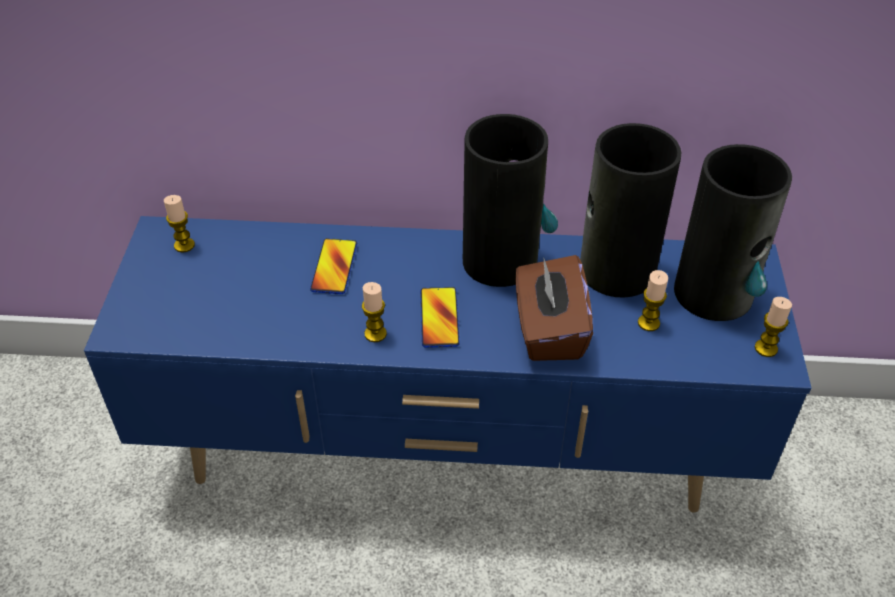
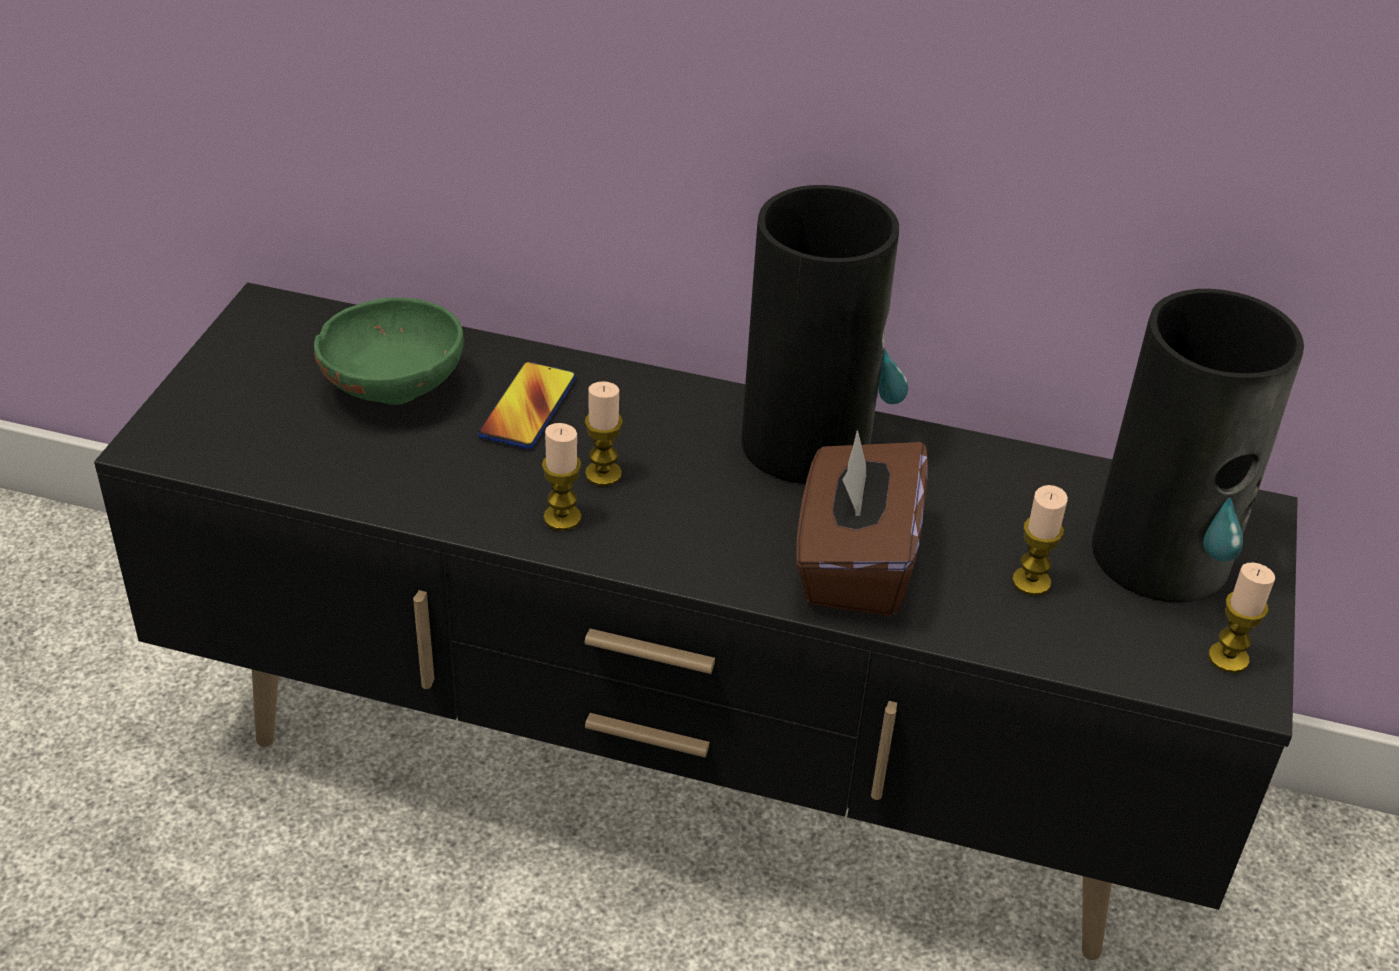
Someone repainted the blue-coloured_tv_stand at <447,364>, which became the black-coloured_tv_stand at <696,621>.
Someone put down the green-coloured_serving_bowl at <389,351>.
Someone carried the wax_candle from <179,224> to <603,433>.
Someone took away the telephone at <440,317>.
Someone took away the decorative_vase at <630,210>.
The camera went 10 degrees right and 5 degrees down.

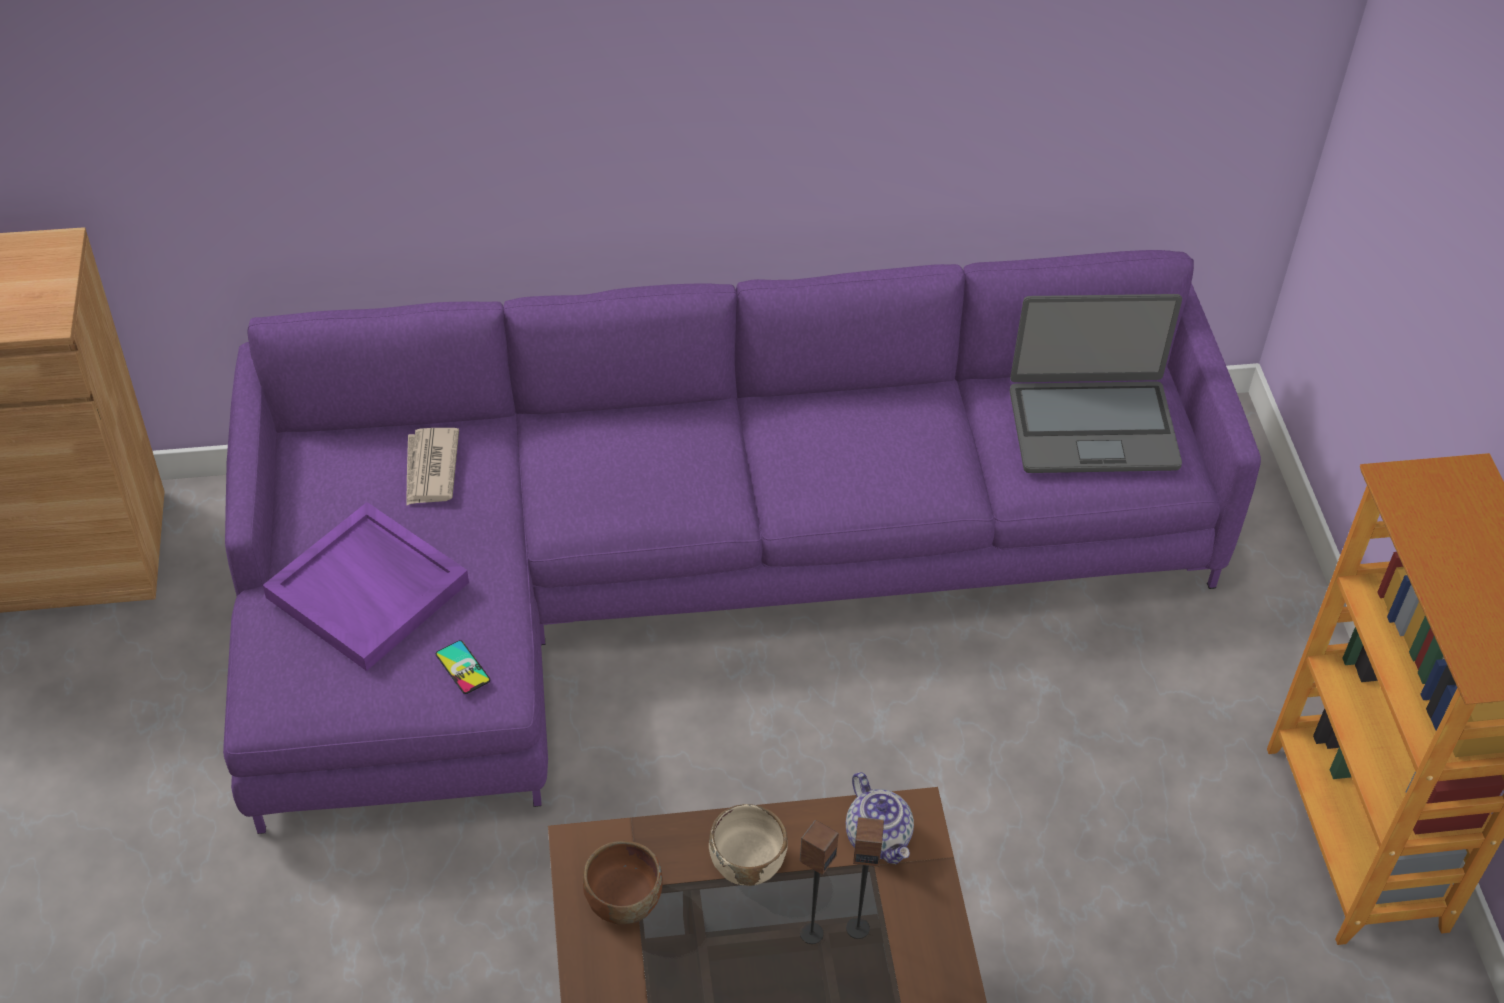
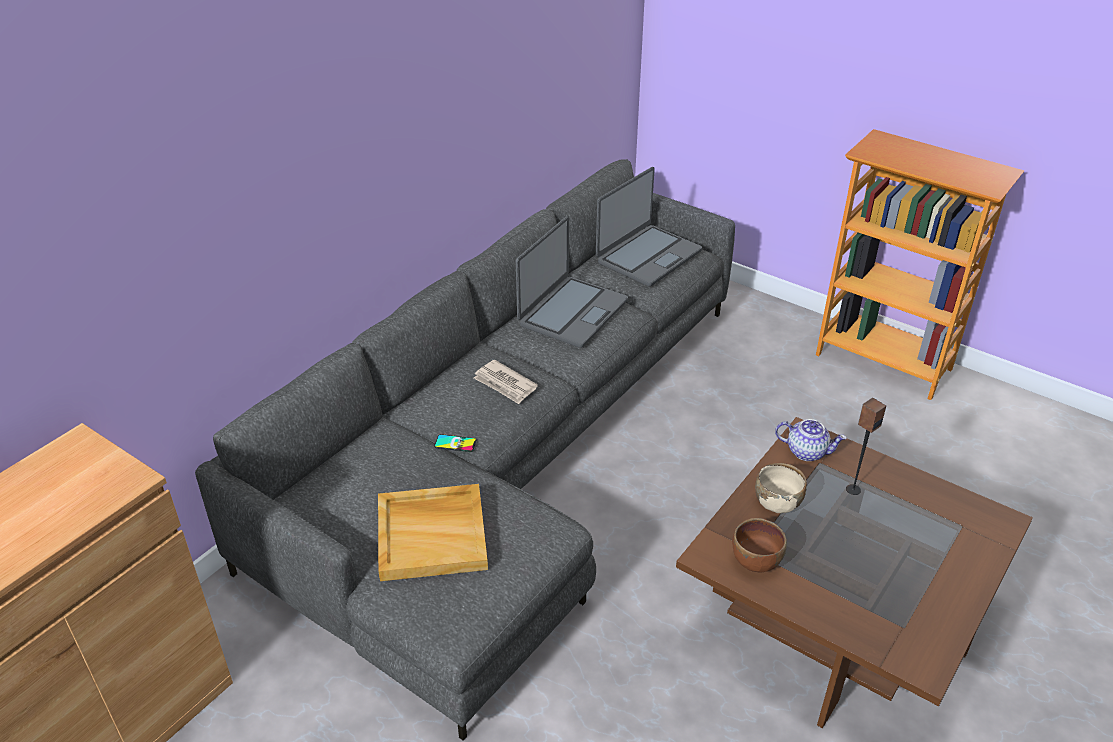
Someone repainted the purple_sofa at <742,542>, which became the grey_sofa at <465,450>.
Someone repainted the purple_serving_tray at <366,586>, which became the beige_serving_tray at <433,532>.
Someone carried the telephone from <463,667> to <455,443>.
Someone carried the newspaper from <432,467> to <506,382>.
Someone put down the laptop at <572,282>.
Someone took away the speaker at <819,882>.
The camera went 45 degrees left and 10 degrees down.

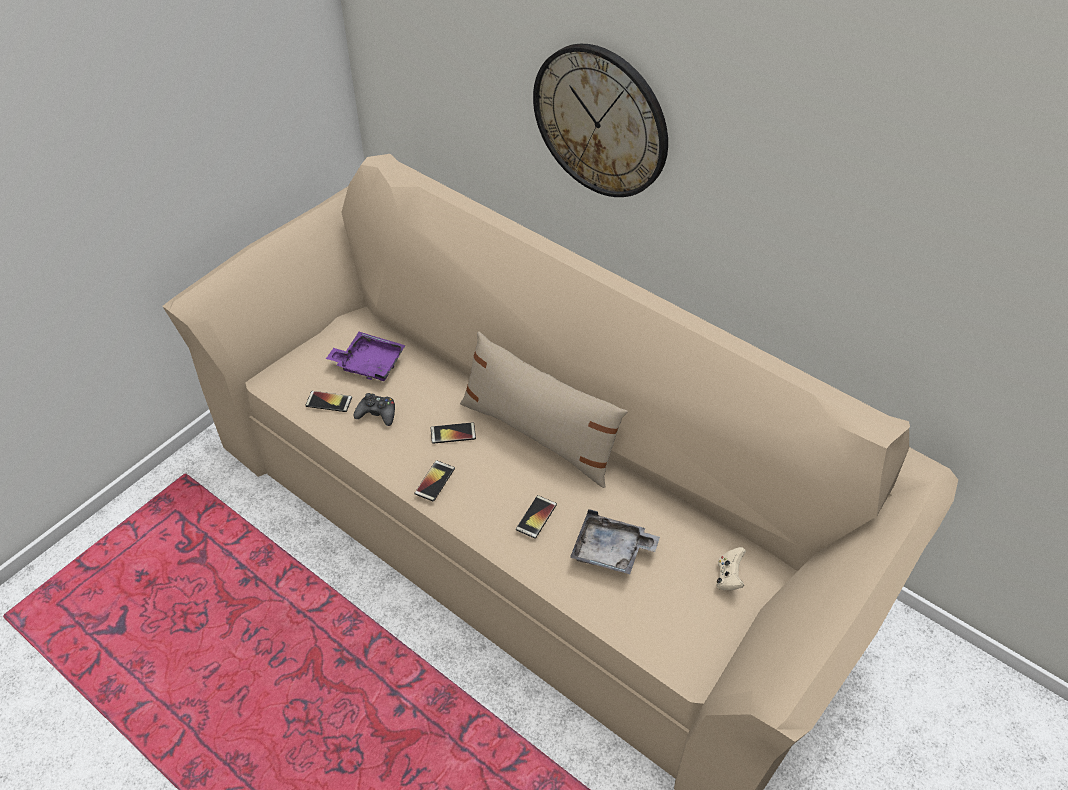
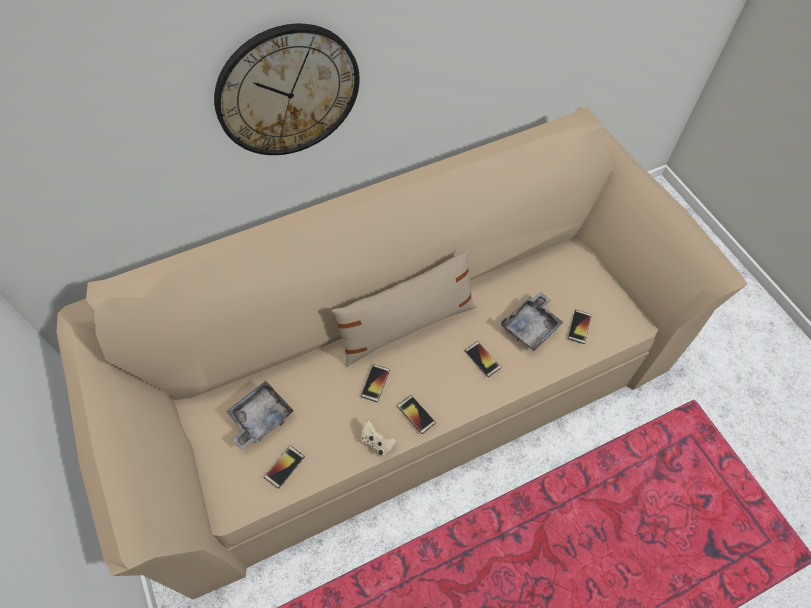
Someone repainted the purple_serving_tray at <366,356>, which became the grey_serving_tray at <260,415>.
Someone carried the beige_gamepad from <731,568> to <379,438>.
Someone put down the telephone at <580,327>.
Someone took away the black-coloured_gamepad at <374,409>.
The camera went 65 degrees left and 10 degrees up.

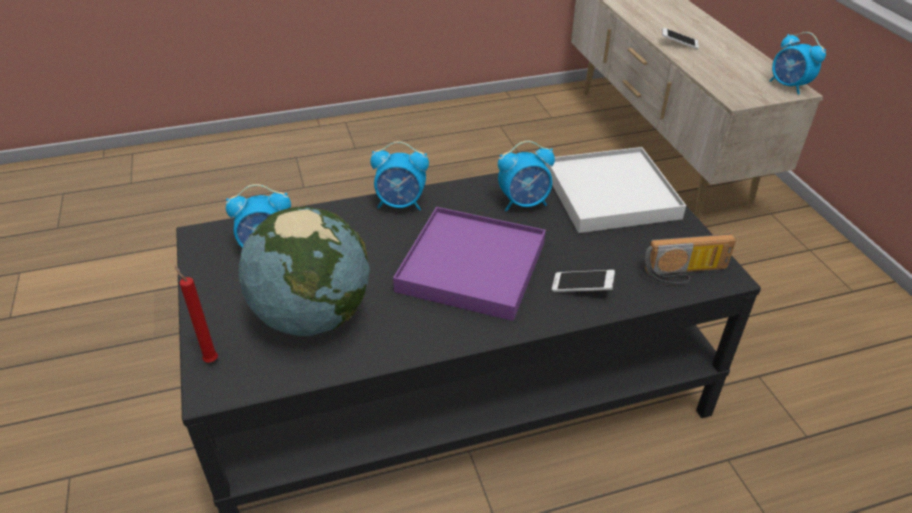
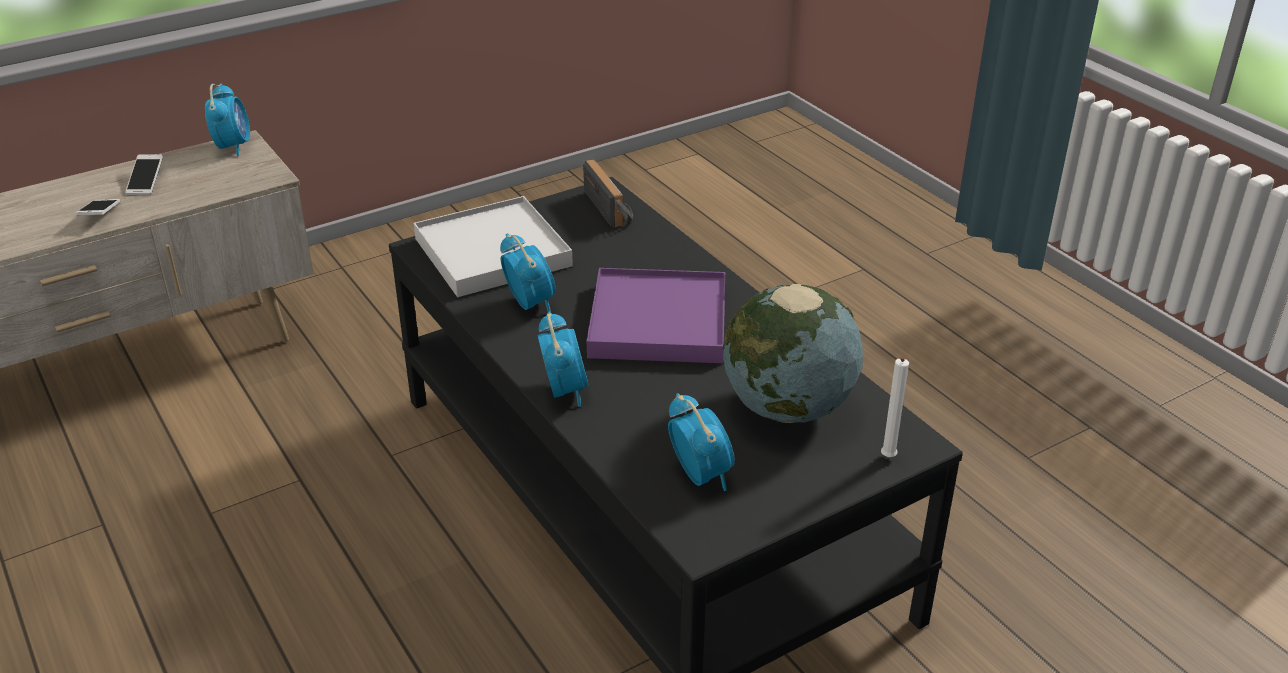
Someone carried the telephone from <583,281> to <144,174>.
Someone rotated the alarm_clock at <797,63> by 45 degrees counterclockwise.
Someone repainted the red_wax_candle at <196,314>, which became the white_wax_candle at <895,407>.
The camera went 105 degrees left and 5 degrees down.

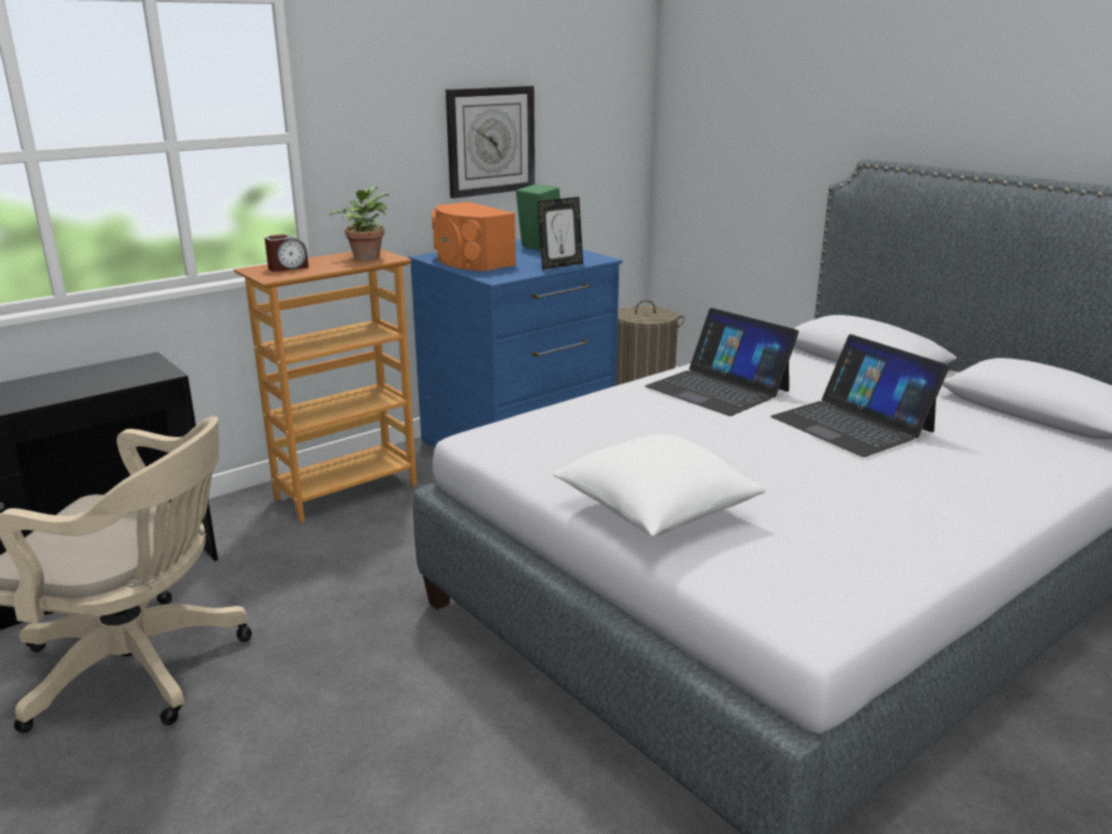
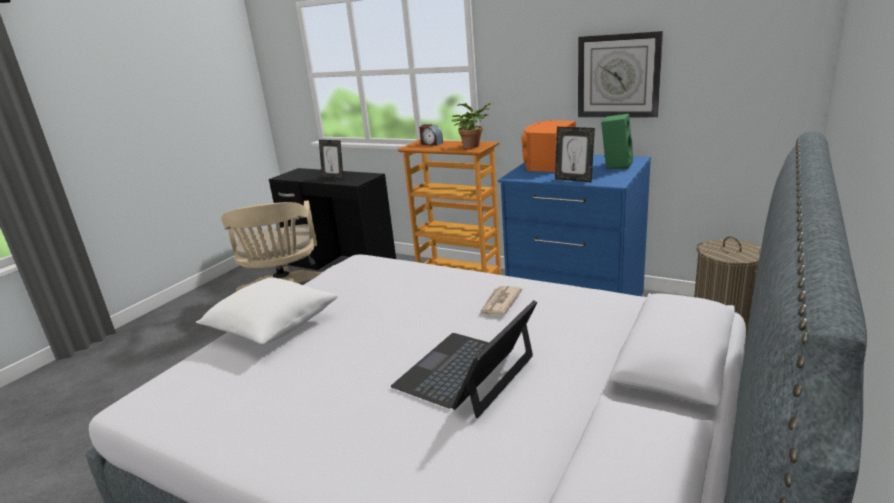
Someone put down the picture_frame at <331,159>.
Someone swapped the laptop at <722,362> for the newspaper at <500,300>.
The camera went 70 degrees right and 0 degrees up.

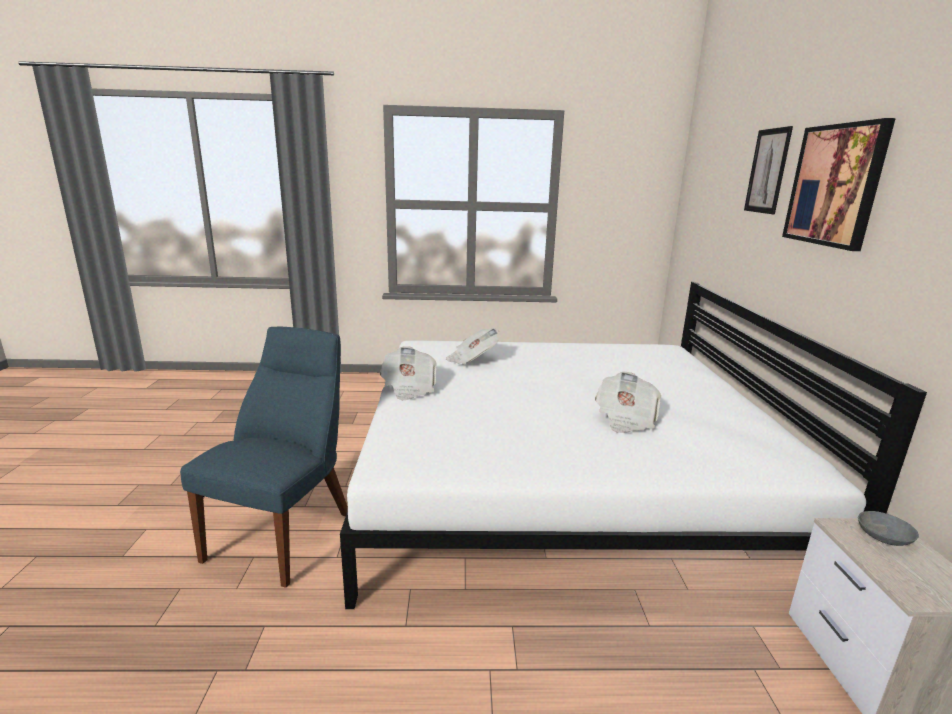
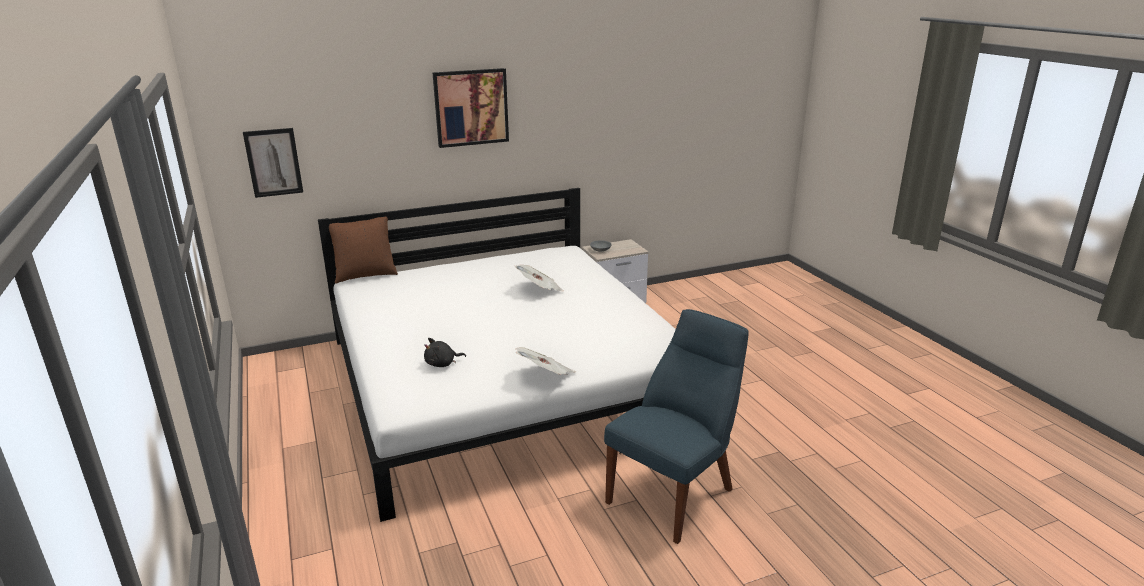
Someone carried the wall_art from <768,170> to <273,163>.
Someone put down the brown-coloured_pillow at <363,250>.
Someone swapped the newspaper at <472,346> for the black-coloured_soft_toy at <445,352>.
Someone rotated the blue-coloured_plain_chair at <264,457> by 135 degrees clockwise.
The camera went 110 degrees left and 5 degrees up.

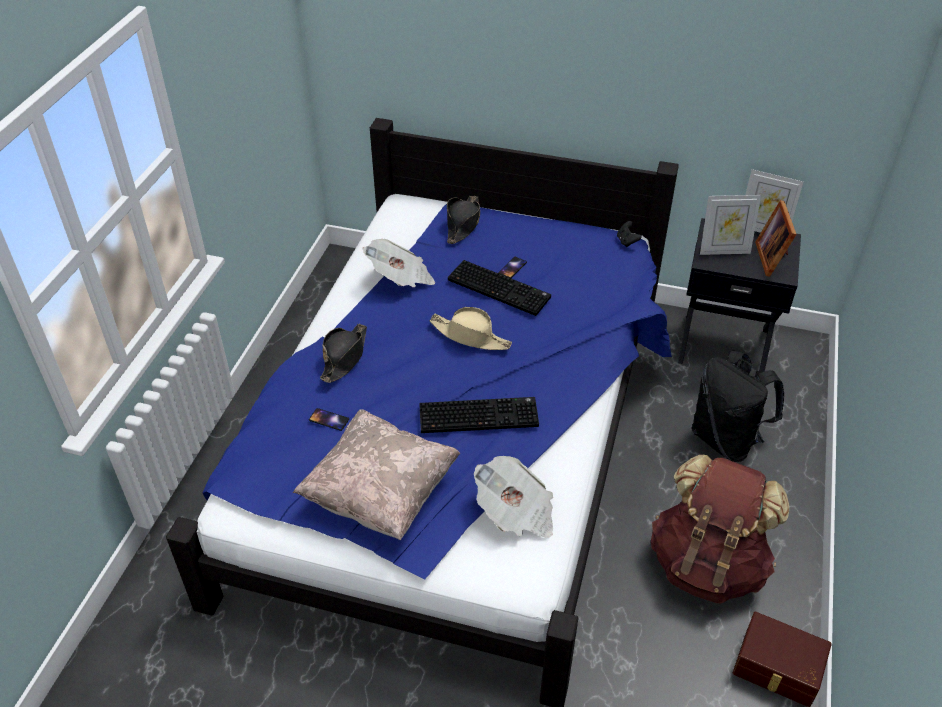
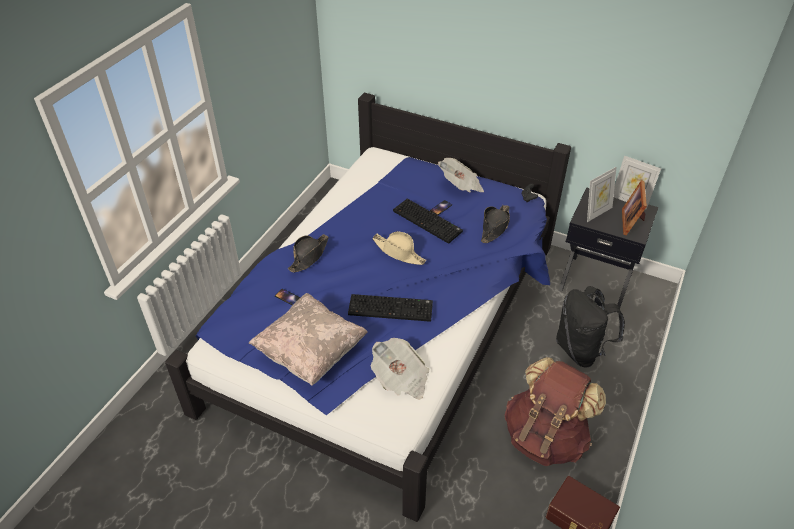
Someone carried the newspaper from <399,263> to <461,175>.
Someone carried the black-coloured_wearable_hat from <463,220> to <495,224>.
Someone rotated the picture_frame at <730,225> by 45 degrees counterclockwise.
The camera went 10 degrees right and 0 degrees up.

